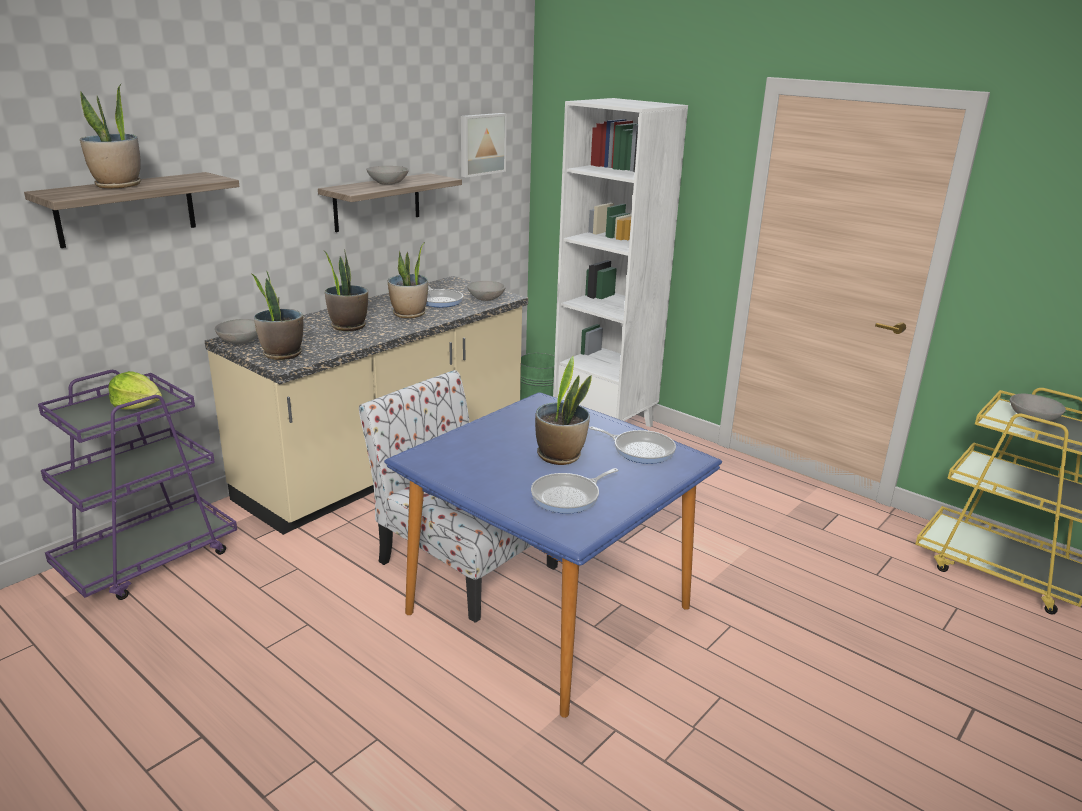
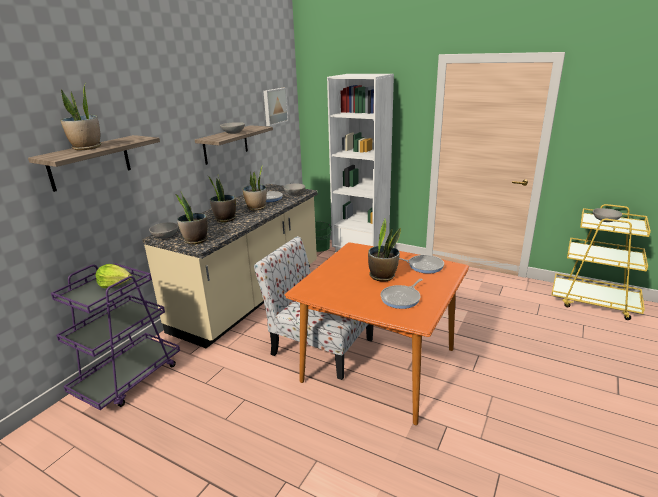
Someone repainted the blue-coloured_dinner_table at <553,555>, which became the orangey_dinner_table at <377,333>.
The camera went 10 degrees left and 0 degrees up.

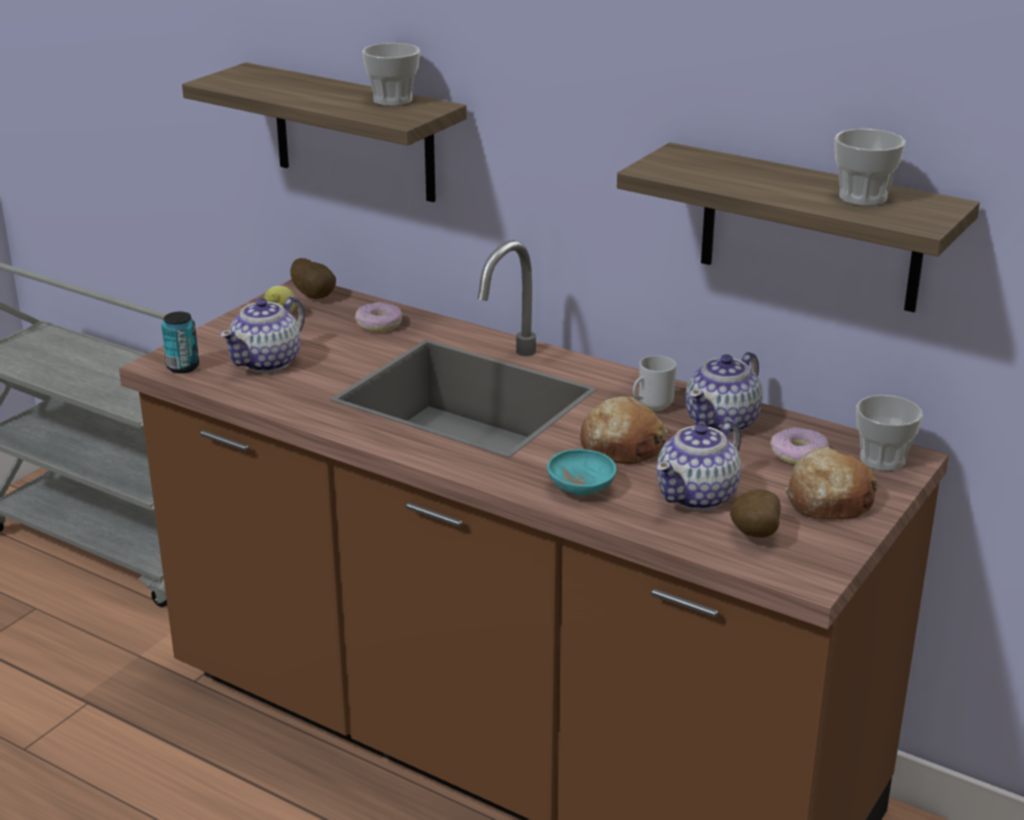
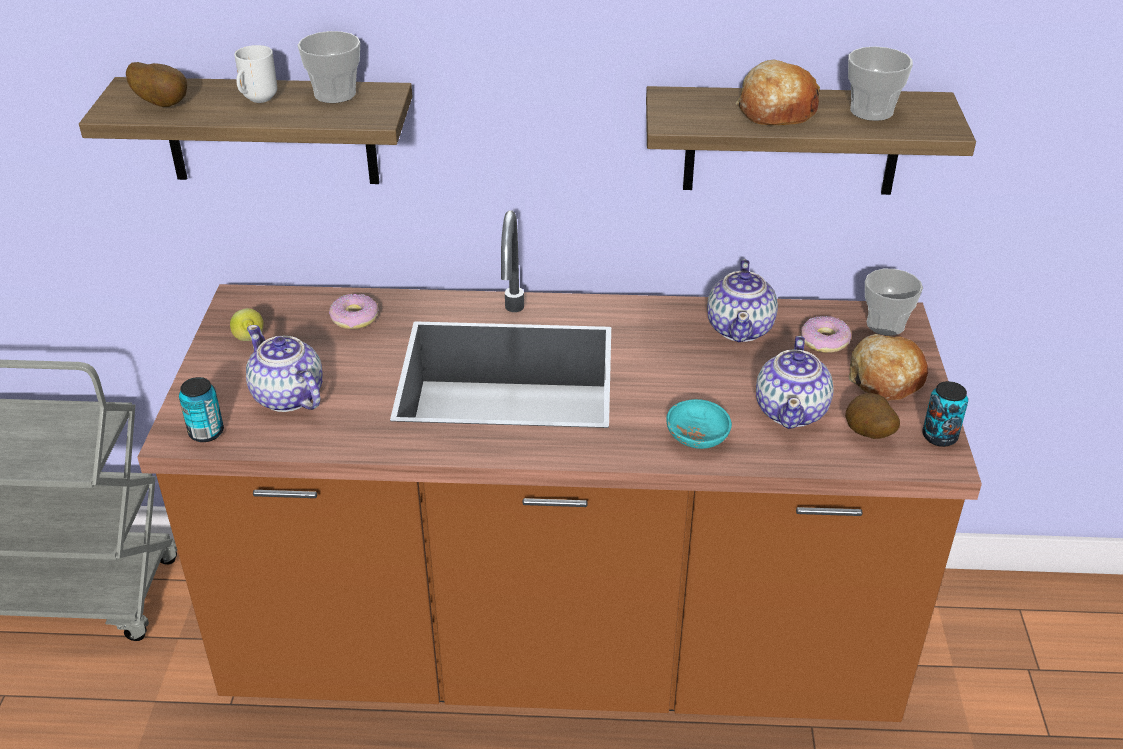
Someone carried the whole_potato from <313,278> to <156,84>.
Someone carried the coffee_mug from <654,383> to <255,74>.
Someone rotated the tea_pot at <262,334> by 135 degrees clockwise.
Someone carried the baked_bread from <624,430> to <778,92>.
Someone put down the can at <945,414>.
The camera went 30 degrees left and 10 degrees up.

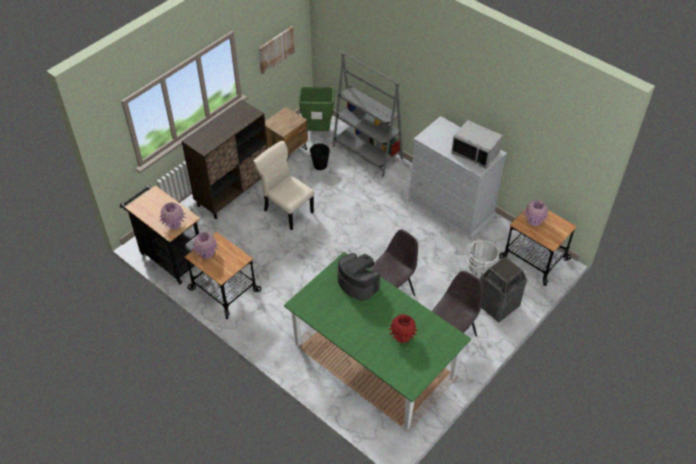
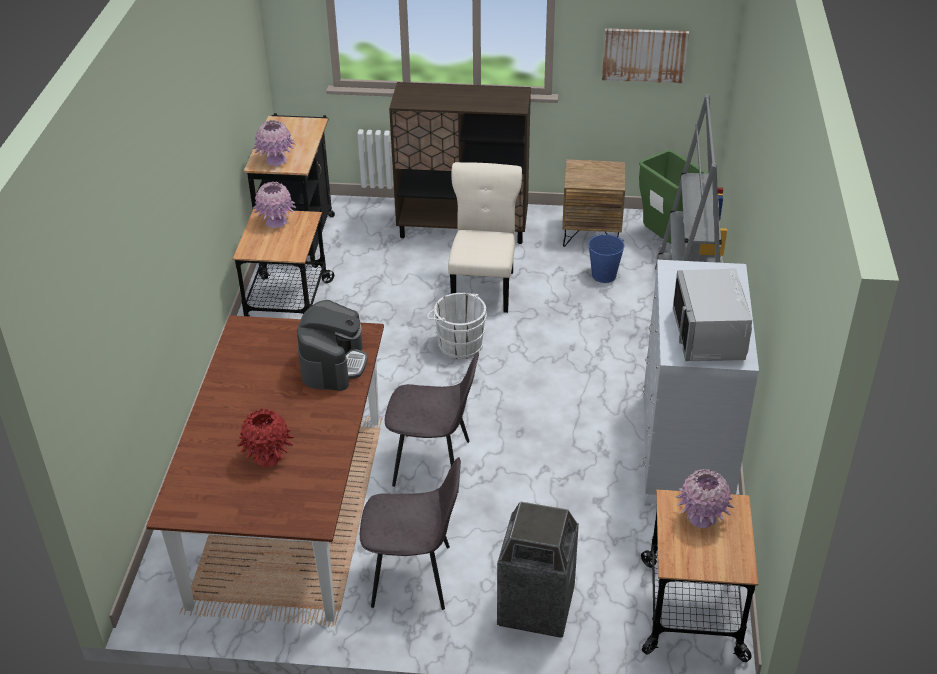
Someone repainted the green-coloured_dinner_table at <377,341>, which became the brown-coloured_dinner_table at <265,468>.
Someone carried the white_water_bucket from <482,258> to <457,326>.
Someone repainted the black-coloured_water_bucket at <320,156>, which became the blue-coloured_water_bucket at <606,258>.
The camera went 55 degrees right and 10 degrees down.

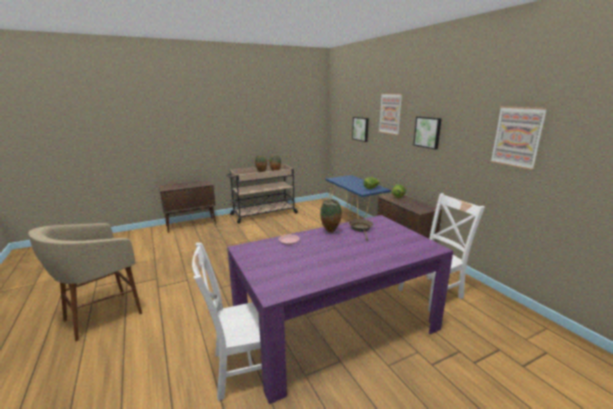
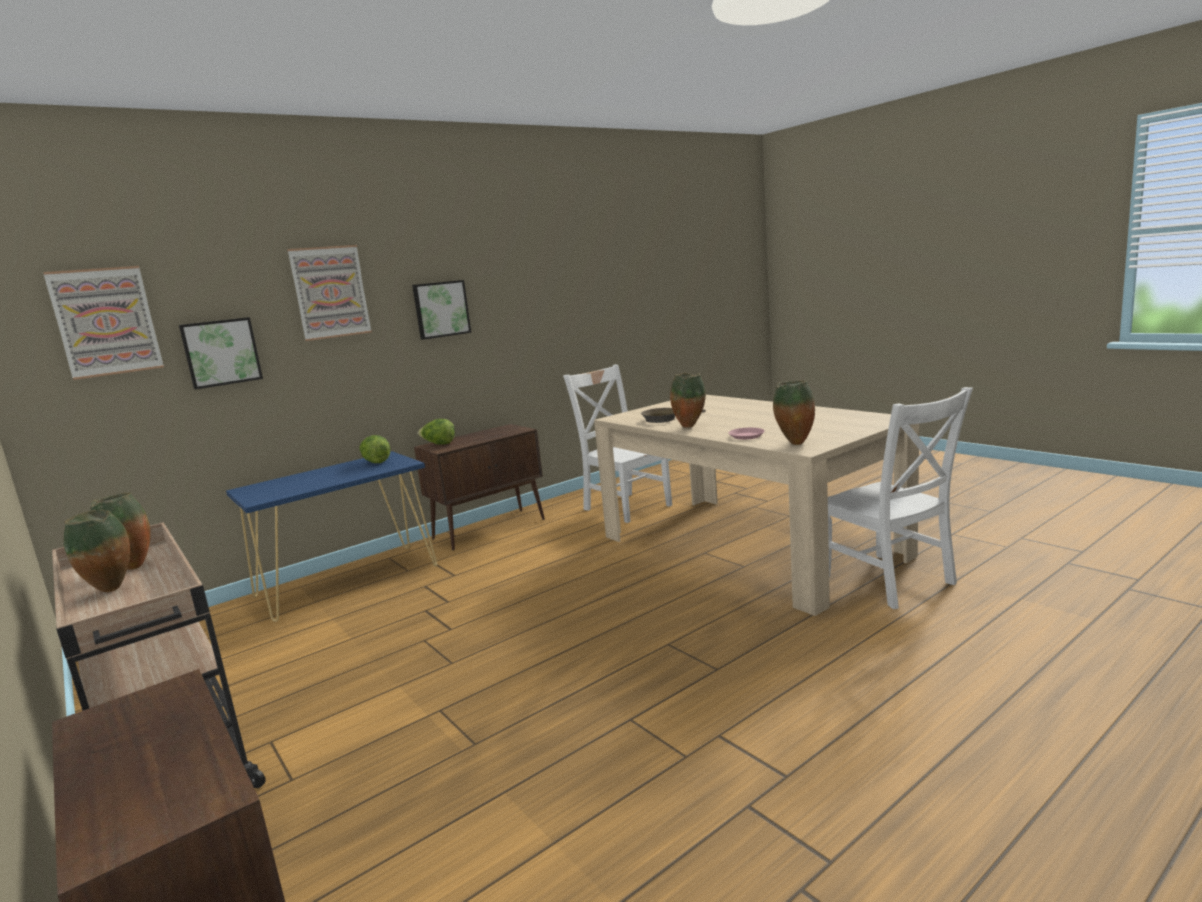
Someone carried the wall_art from <519,138> to <103,323>.
Someone repainted the purple_dinner_table at <340,309>, which became the beige_dinner_table at <756,505>.
Someone put down the decorative_vase at <794,412>.
Someone took away the beige_stool_seat at <85,282>.
The camera went 100 degrees left and 5 degrees down.

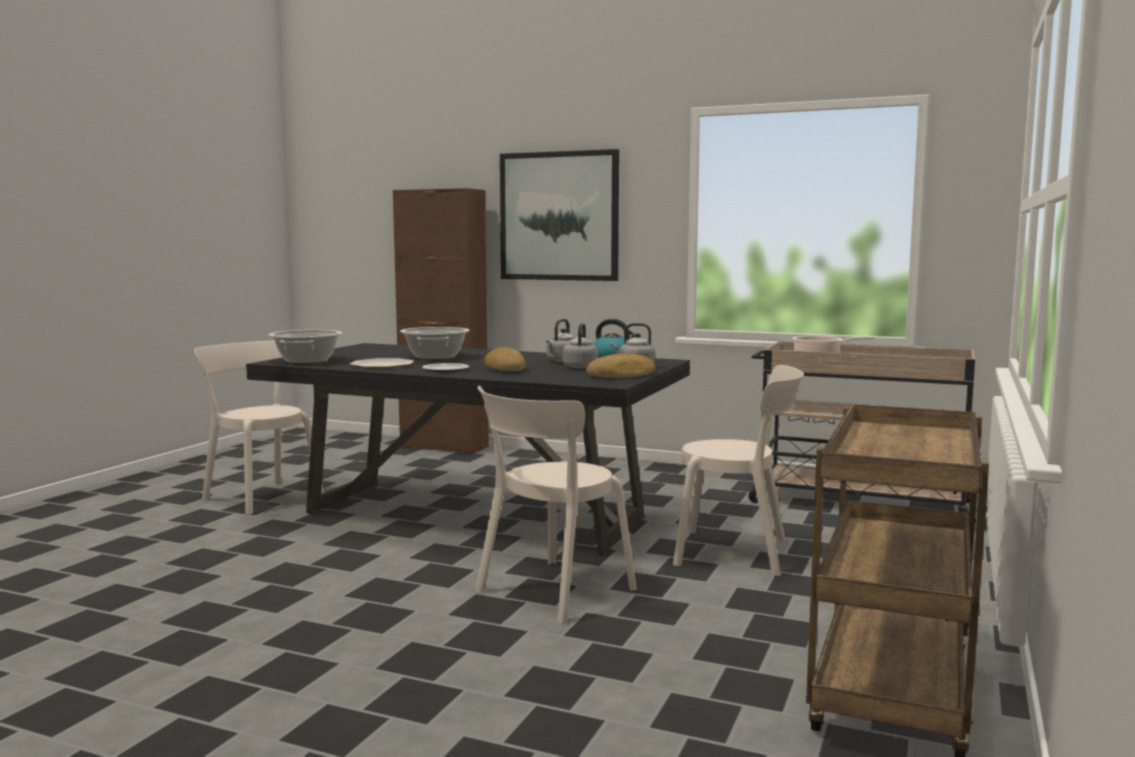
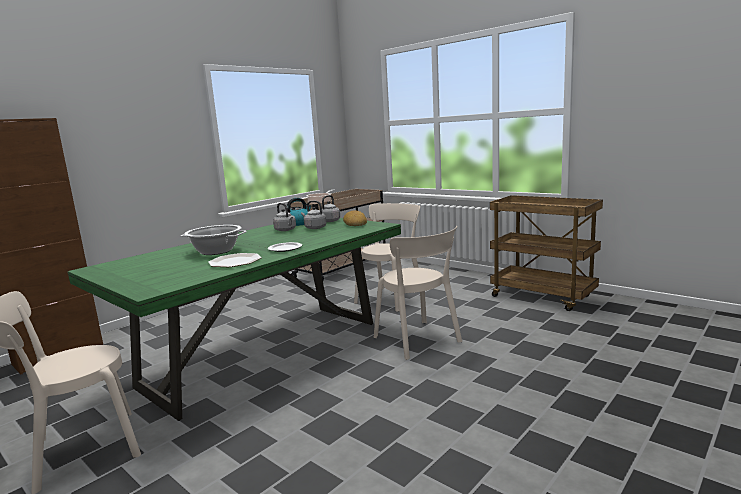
Someone repainted the black-coloured_dinner_table at <468,449>, which became the green-coloured_dinner_table at <234,319>.
Someone took away the cooking_pot at <306,347>.
Someone took away the baked_bread at <505,359>.
Someone took away the wall_art at <559,215>.
The camera went 70 degrees left and 5 degrees up.

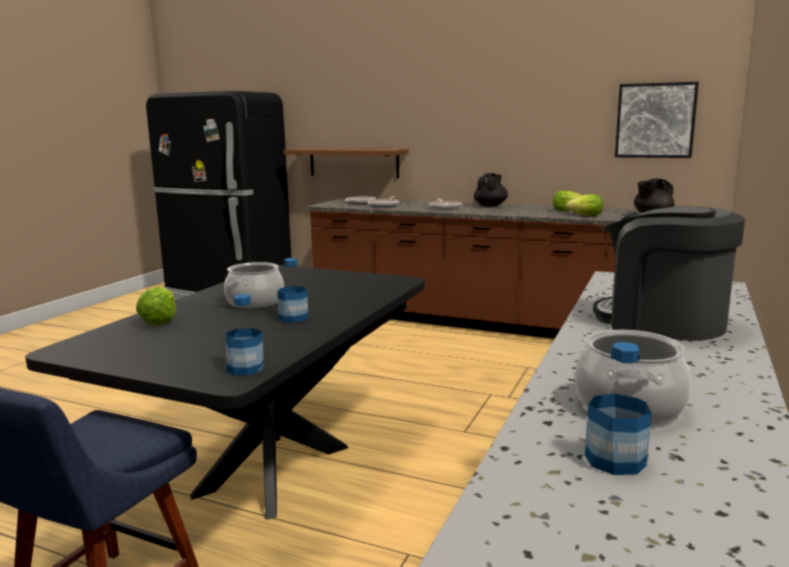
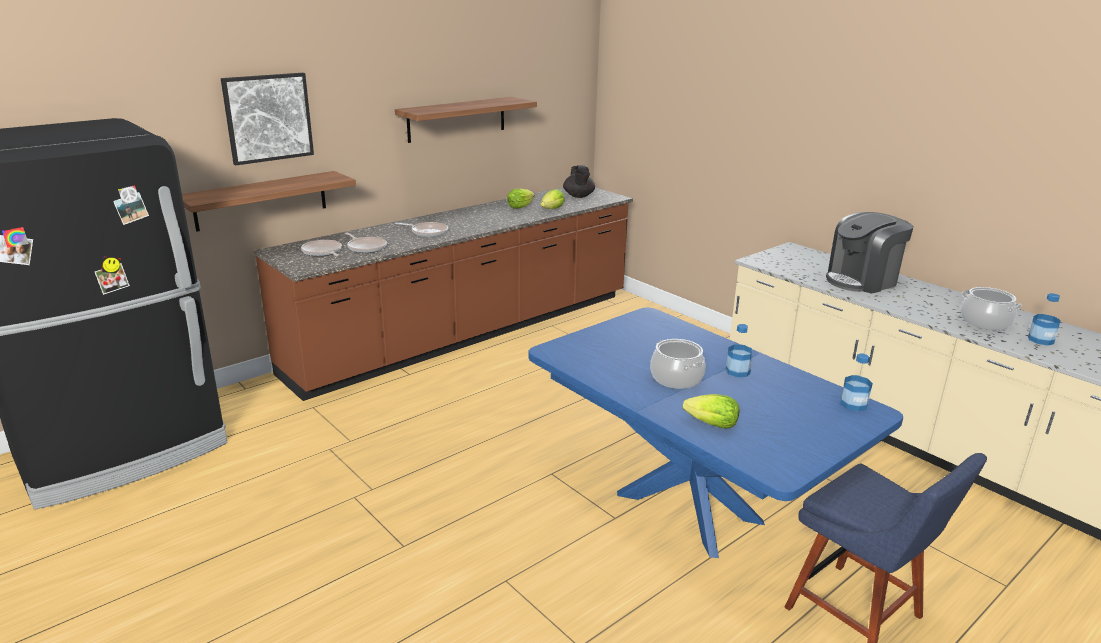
Someone carried the wall_art from <657,120> to <267,119>.
Someone put up the bracket_shelf at <466,120>.
Someone repainted the black-coloured_dinner_table at <225,392>, which became the blue-coloured_dinner_table at <716,432>.
Someone took away the black-coloured_tea_pot at <491,190>.
The camera went 65 degrees left and 10 degrees up.

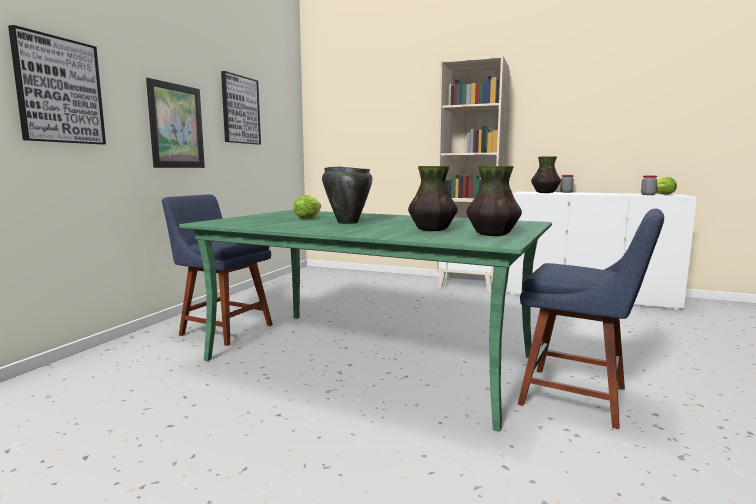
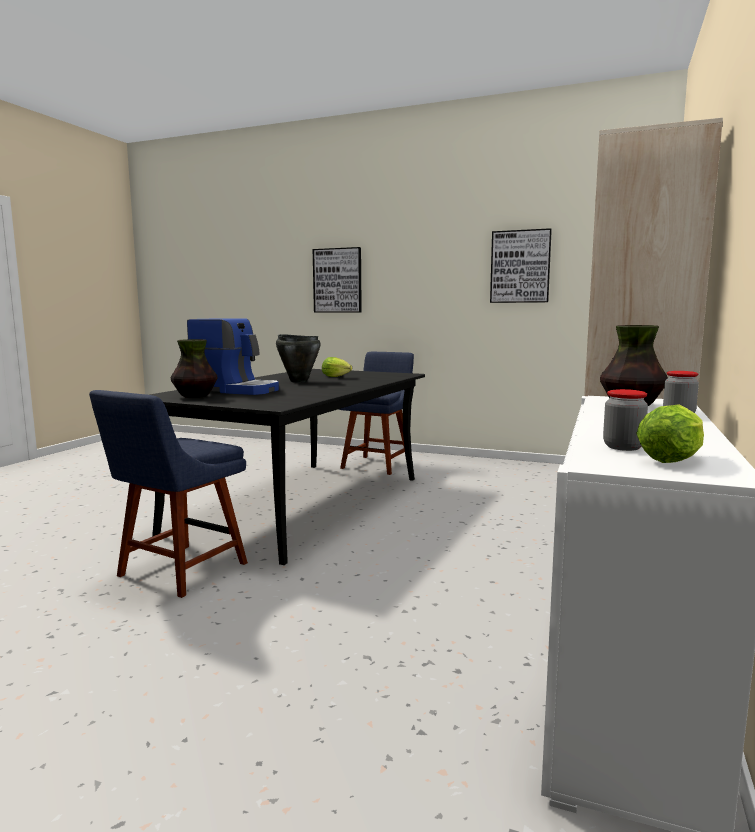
Someone repainted the green-coloured_dinner_table at <365,321>, which became the black-coloured_dinner_table at <287,467>.
Someone swapped the decorative_vase at <432,198> for the coffee_maker at <233,356>.
Someone took away the wall_art at <175,123>.
The camera went 90 degrees right and 0 degrees up.

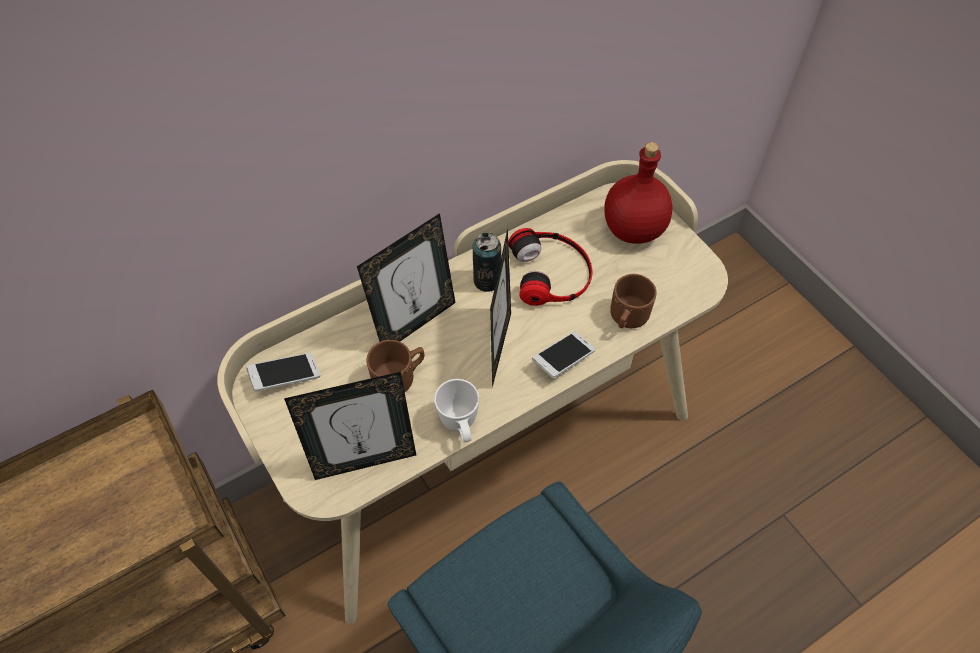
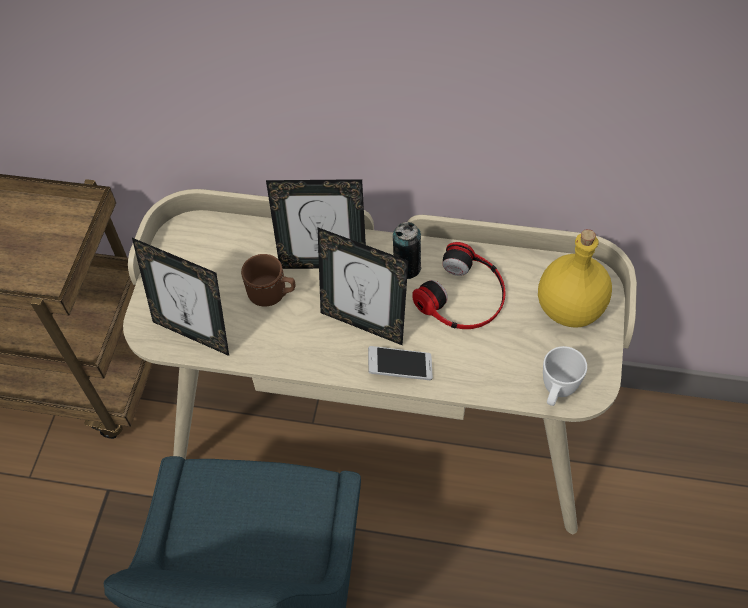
Someone rotated the picture_frame at <500,307> by 105 degrees counterclockwise.
Someone repainted the red_drink_bottle at <638,193>, which became the yellow_drink_bottle at <575,278>.
Someone carried the white_coffee_mug from <456,411> to <565,376>.
Someone took away the telephone at <283,372>.
Someone took away the brown-coloured_coffee_mug at <633,301>.
The camera went 45 degrees right and 0 degrees up.

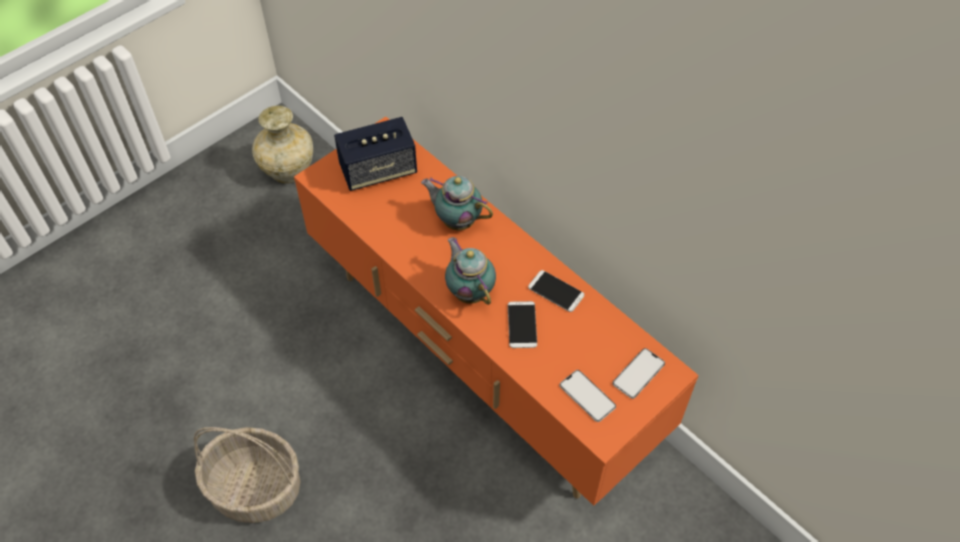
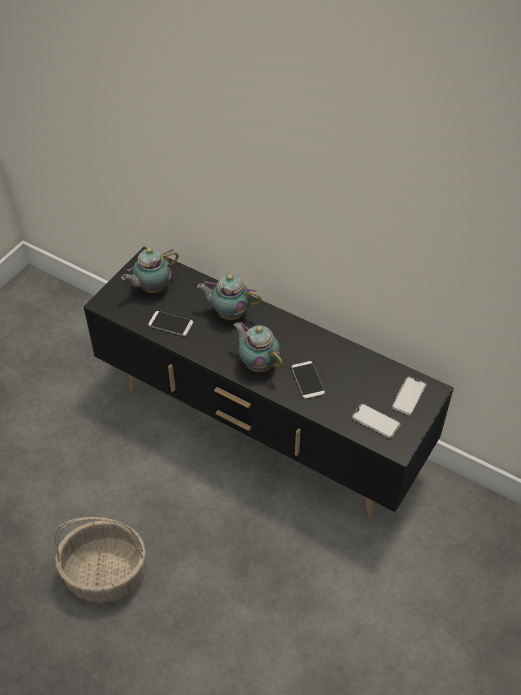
Someone repainted the orangey_tv_stand at <496,311>, which became the black-coloured_tv_stand at <269,382>.
Someone swapped the speaker at <375,154> for the tea_pot at <150,270>.
Someone carried the telephone from <556,291> to <170,323>.
Someone took away the beige_decorative_vase at <282,144>.
The camera went 15 degrees left and 5 degrees down.

